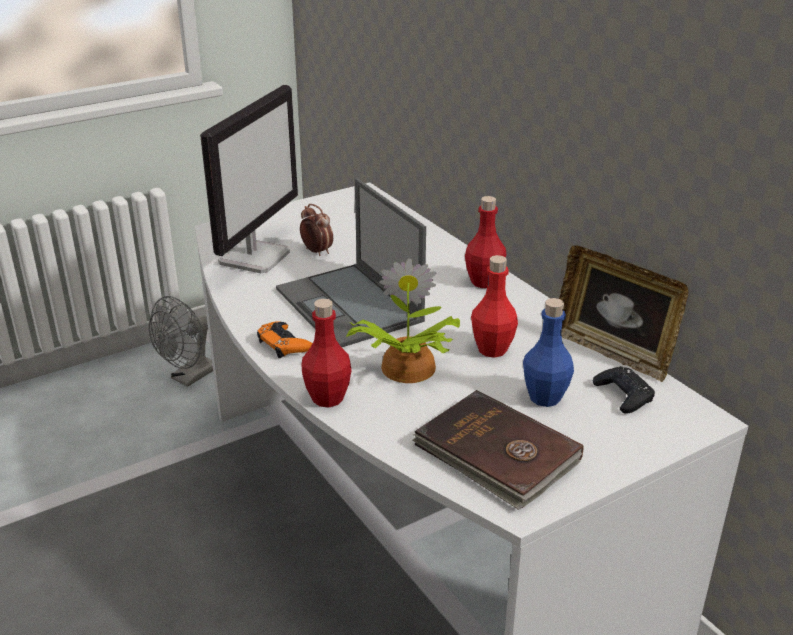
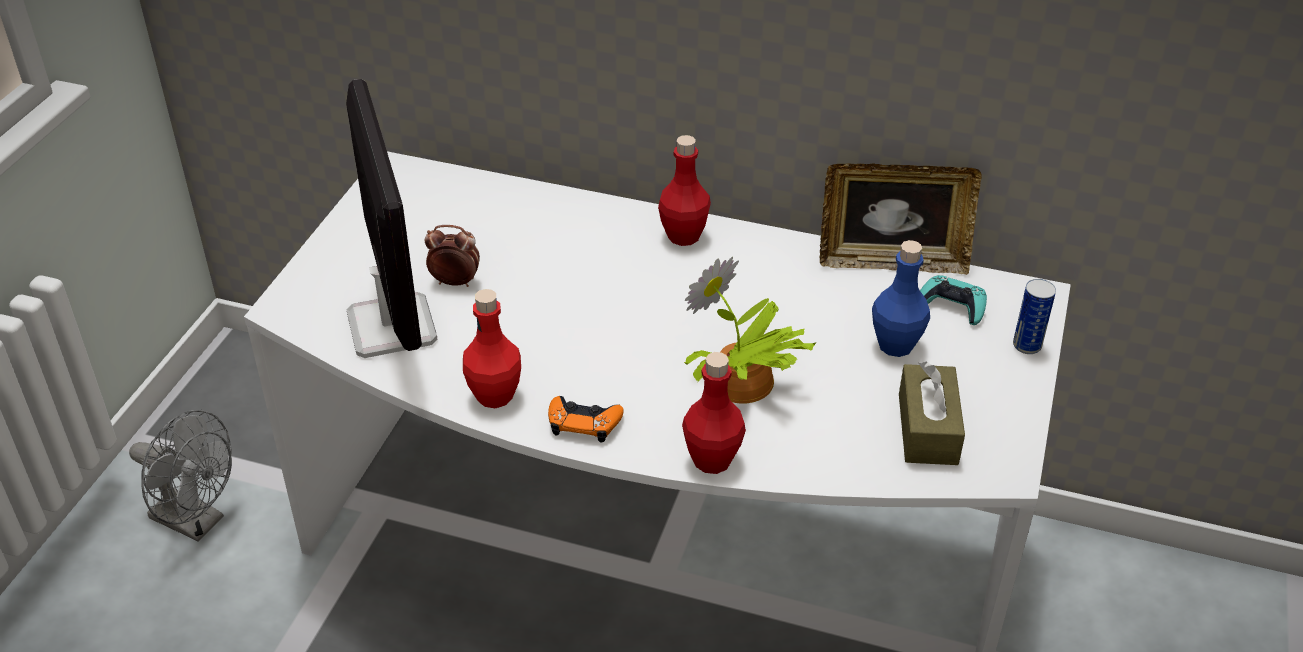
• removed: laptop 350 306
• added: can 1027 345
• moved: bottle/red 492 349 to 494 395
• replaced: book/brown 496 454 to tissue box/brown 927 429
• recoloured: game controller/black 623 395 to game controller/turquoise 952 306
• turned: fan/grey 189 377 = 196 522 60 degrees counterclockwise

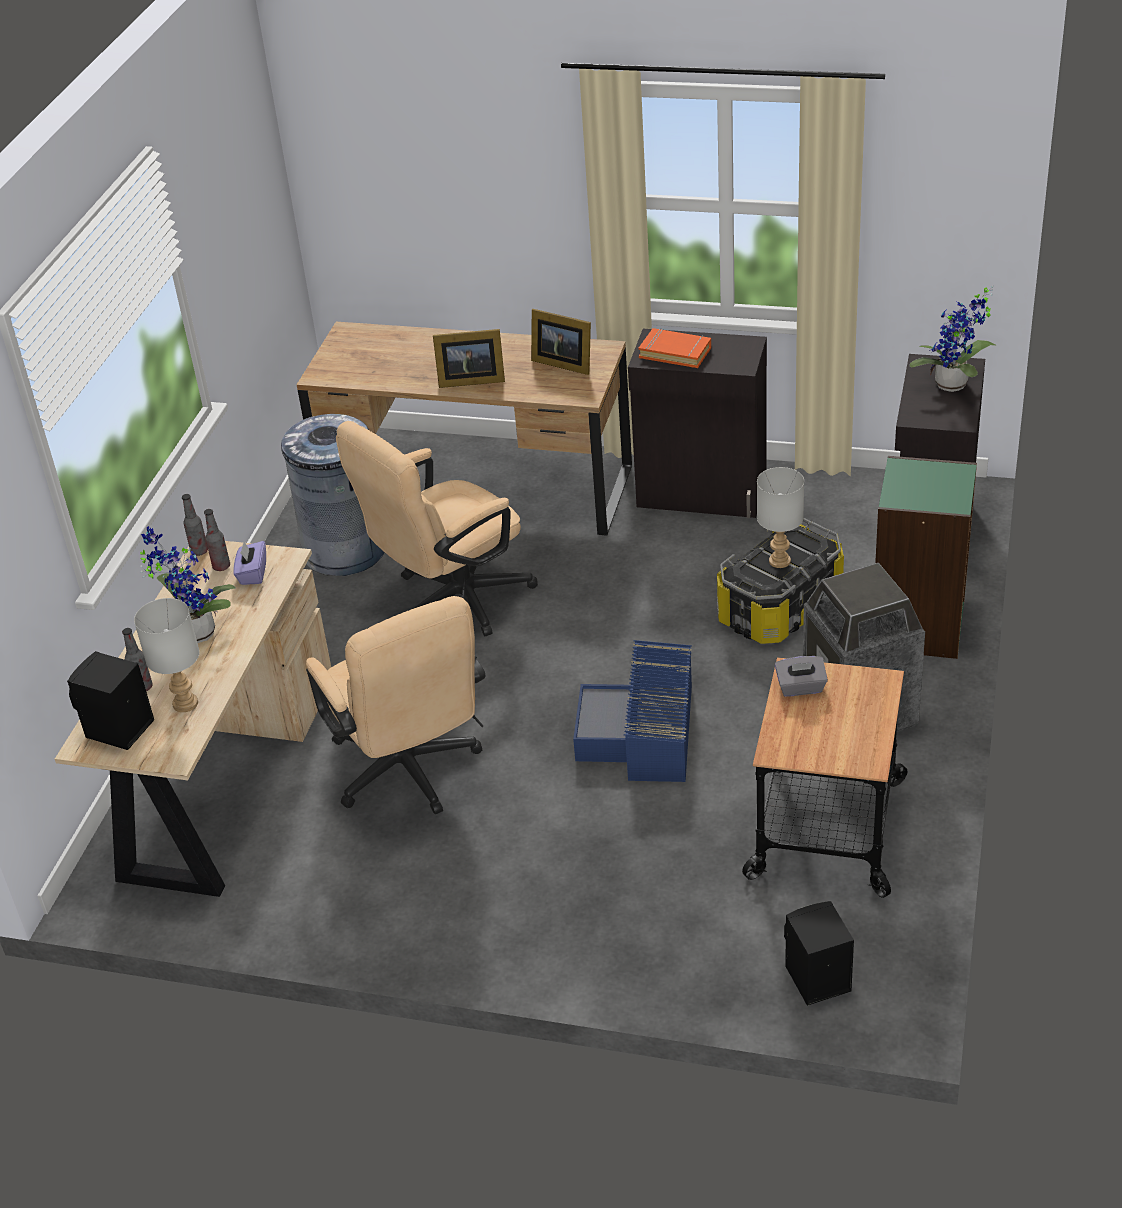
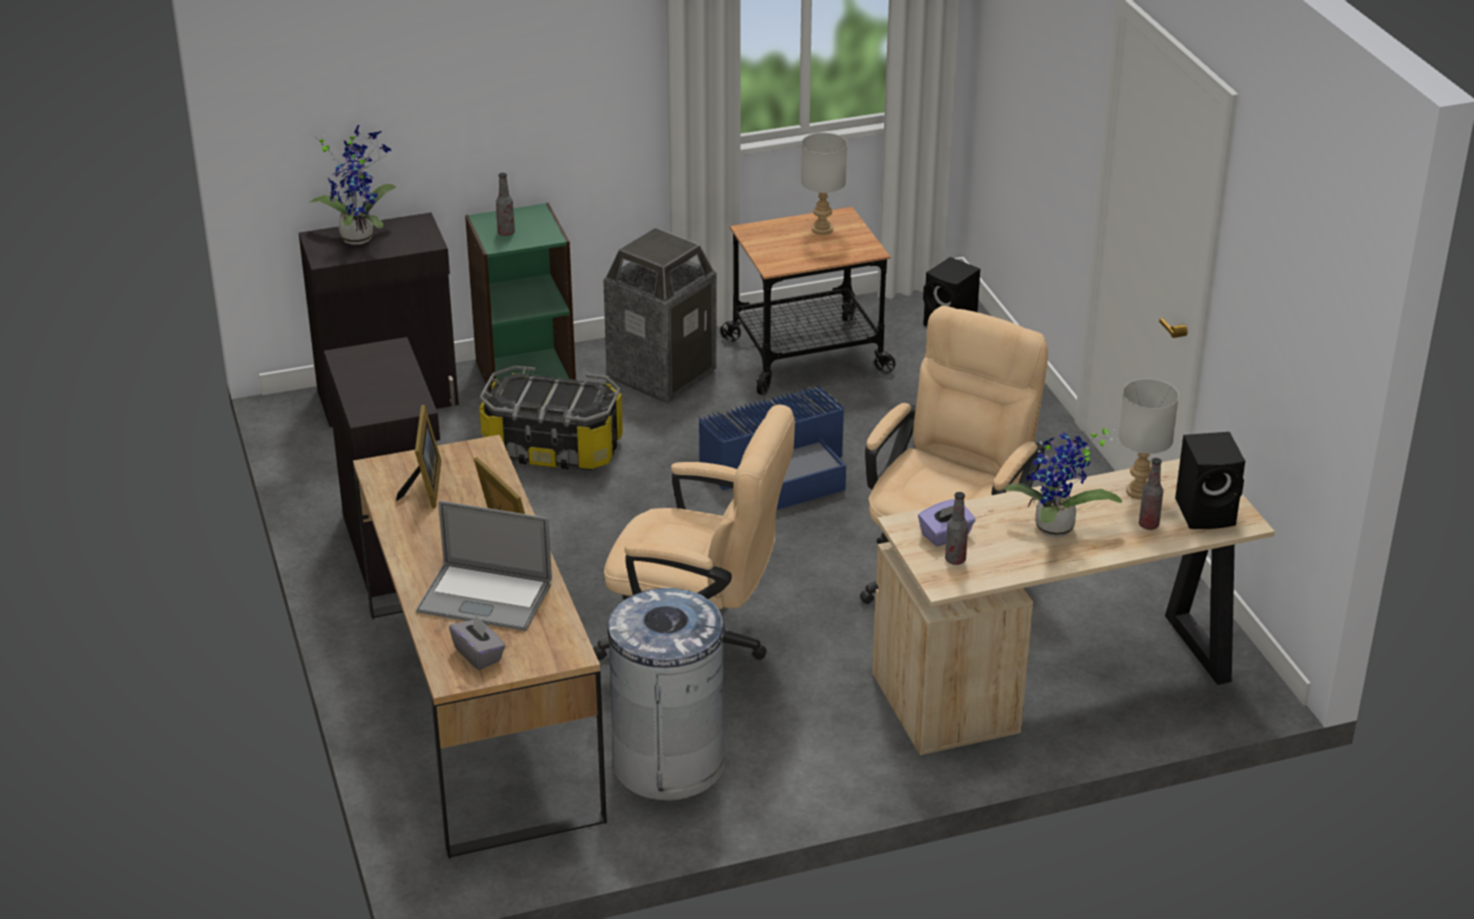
• removed: book/orange 675 352
• added: laptop 484 597
• moved: bottle 199 551 to 506 233
• moved: table lamp/grey 780 562 to 822 229
• moved: tissue box/grey 801 688 to 478 655

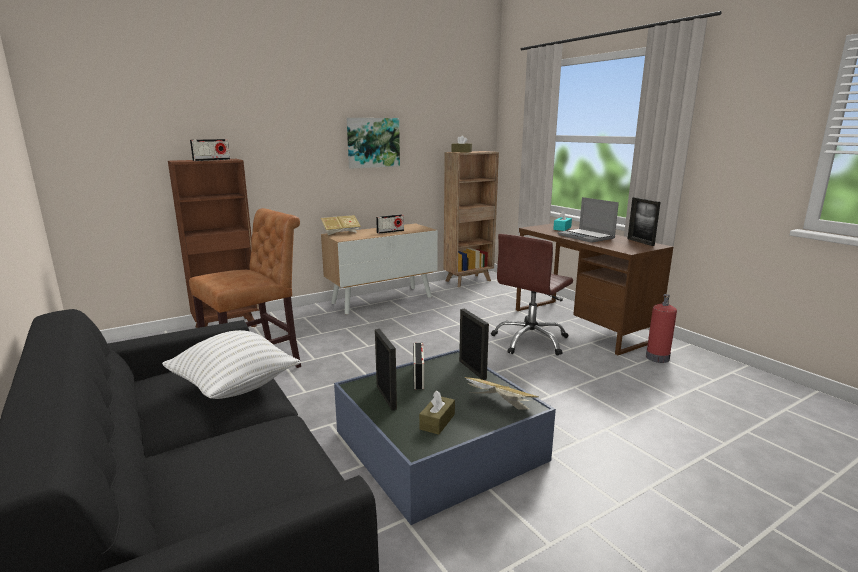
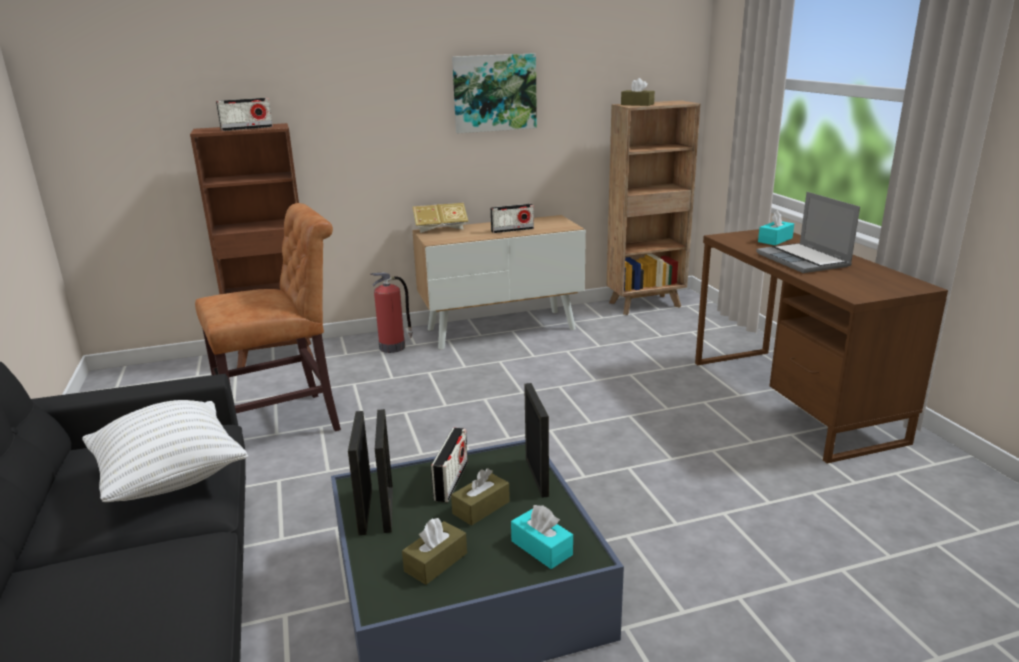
• removed: office chair/brown 530 341
• added: tissue box/brown 481 507
• moved: picture frame 640 242 to 365 511
• moved: fire extinguisher 657 357 to 393 347
• replaced: book 499 406 to tissue box/turquoise 541 548

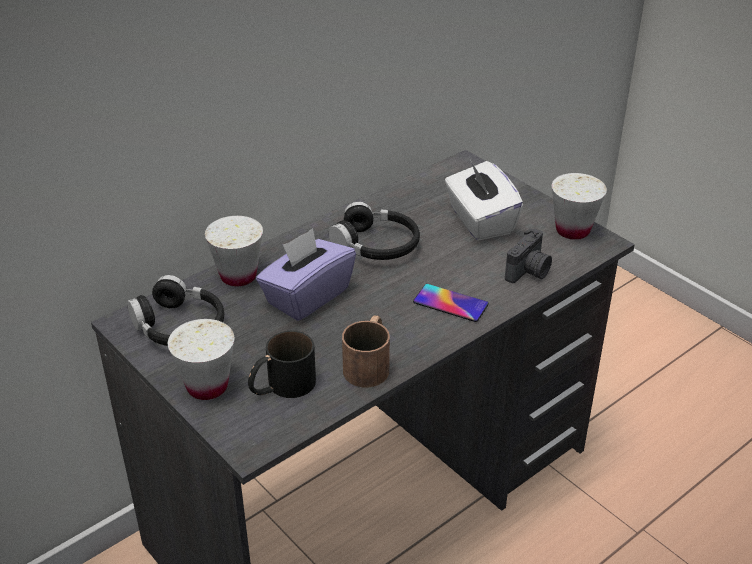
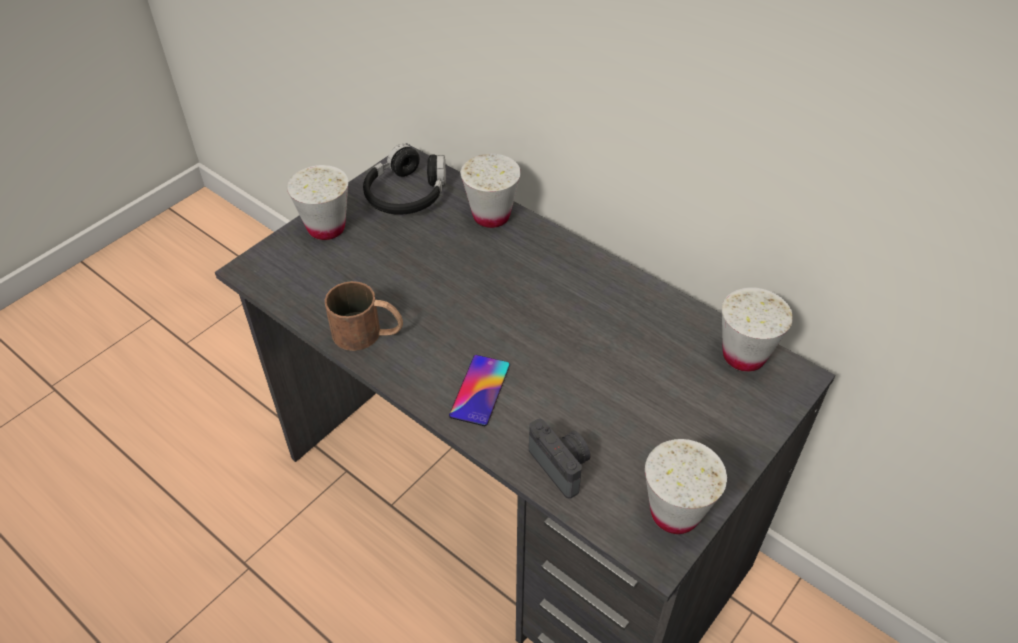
• removed: mug/black 281 386
• removed: tissue box/purple 307 296
• removed: headphones/black 376 245
• removed: tissue box/white 480 221
• added: cup/white 744 356
• turned: photo camera 529 272 = 562 465 150 degrees counterclockwise

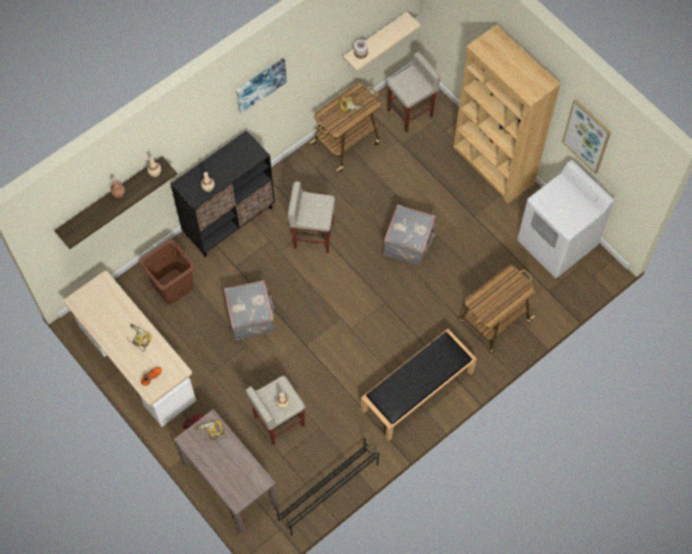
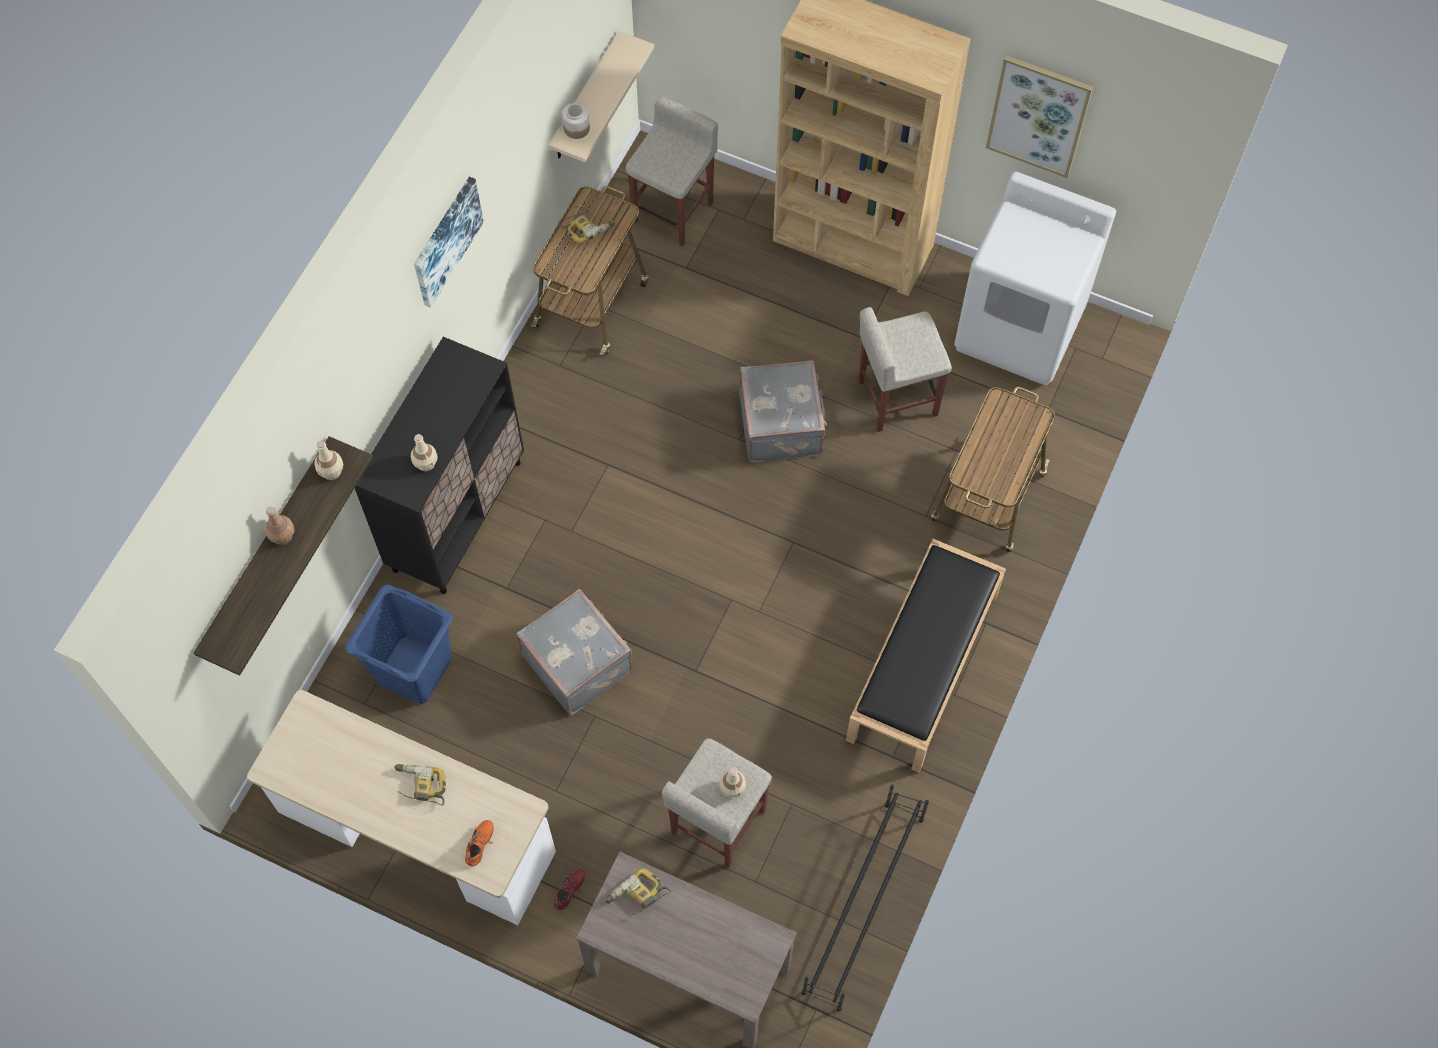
• moved: stool/beige 313 235 to 896 398
• recoloured: laundry basket/brown 173 286 to laundry basket/blue 414 669

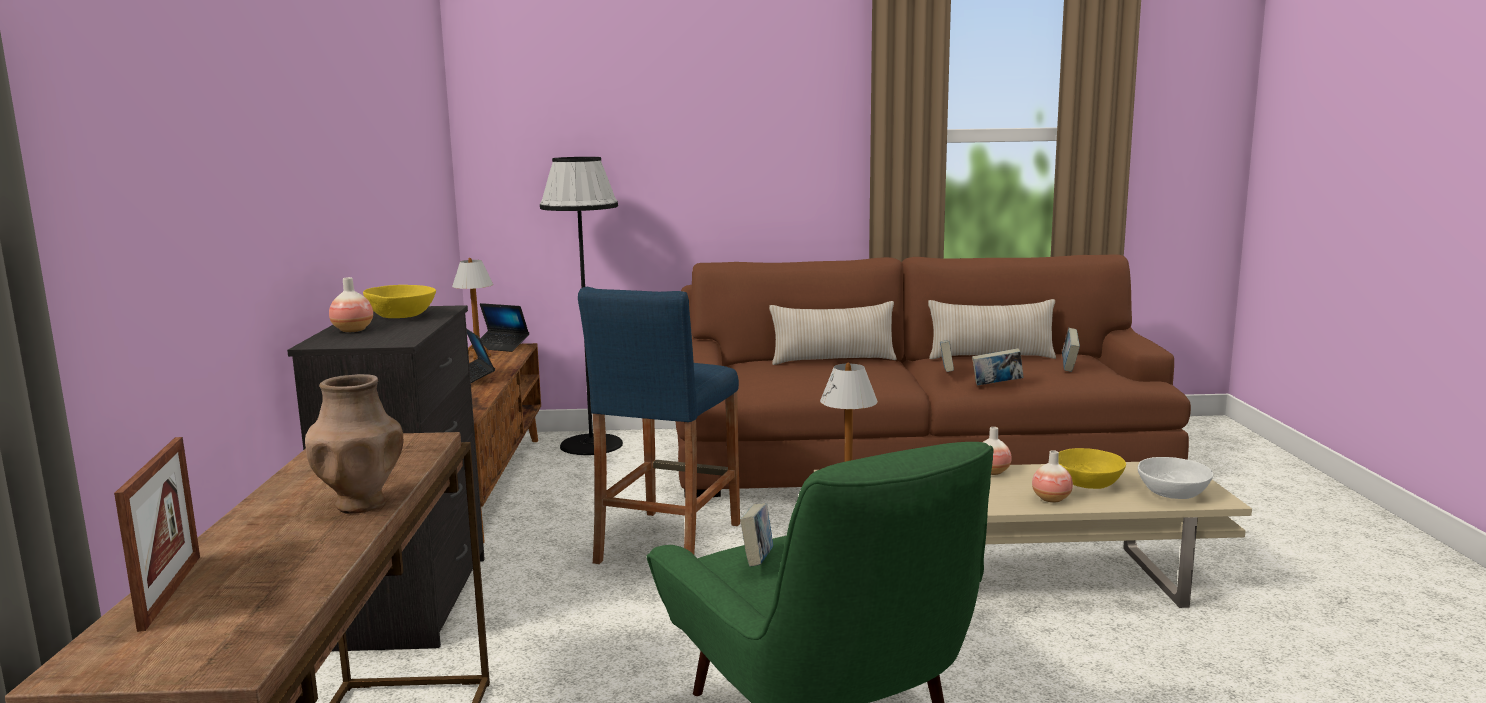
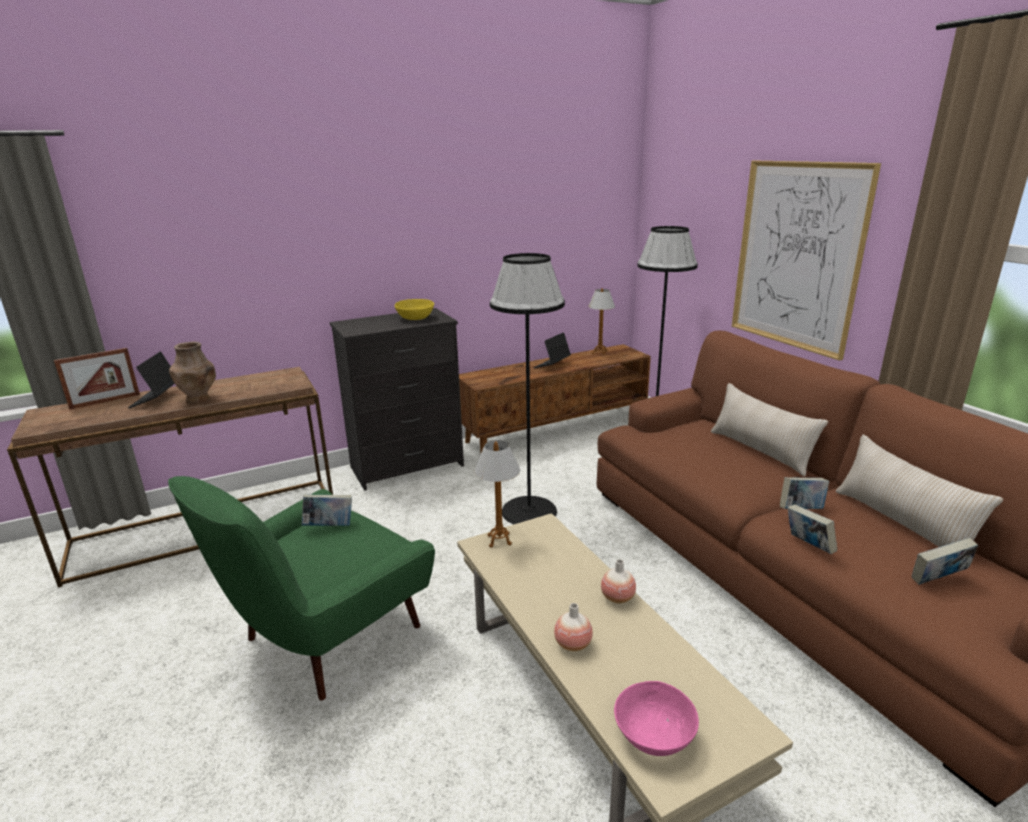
• removed: vase 353 330
• removed: bowl/yellow 1089 484
• added: picture 797 256
• moved: laptop 501 346 to 155 398
• replaced: stool/blue 668 542 to floor lamp/black 528 511
• recoloured: bowl/white 1173 494 to bowl/pink 654 736

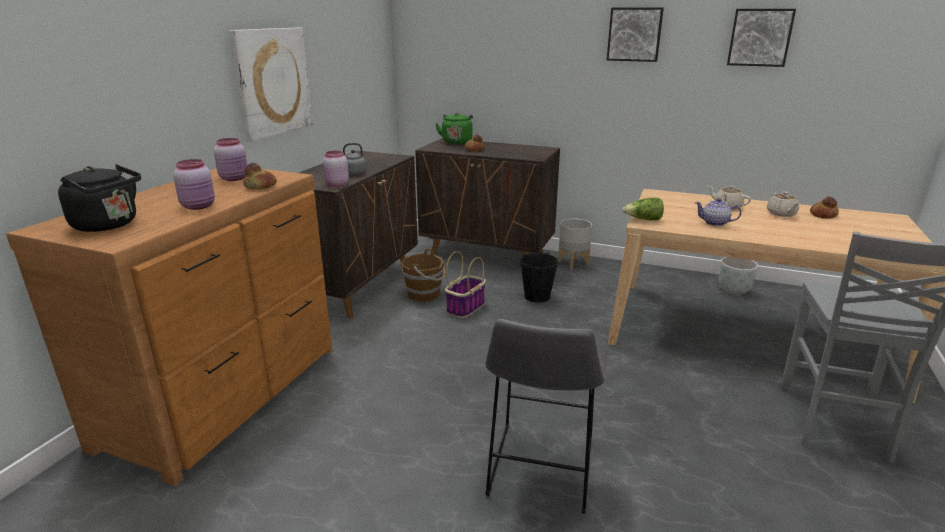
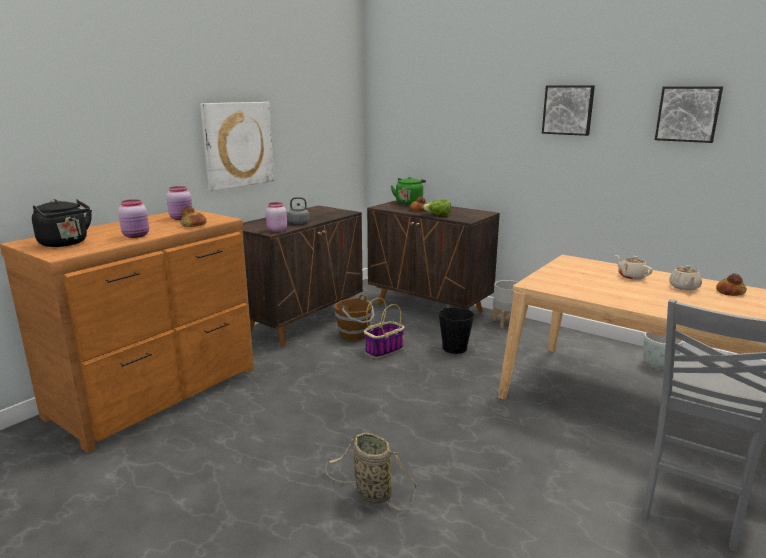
• removed: teapot 715 223
• moved: lettuce 643 220 to 438 215
• replaced: stool/grey 539 471 to basket 370 493

